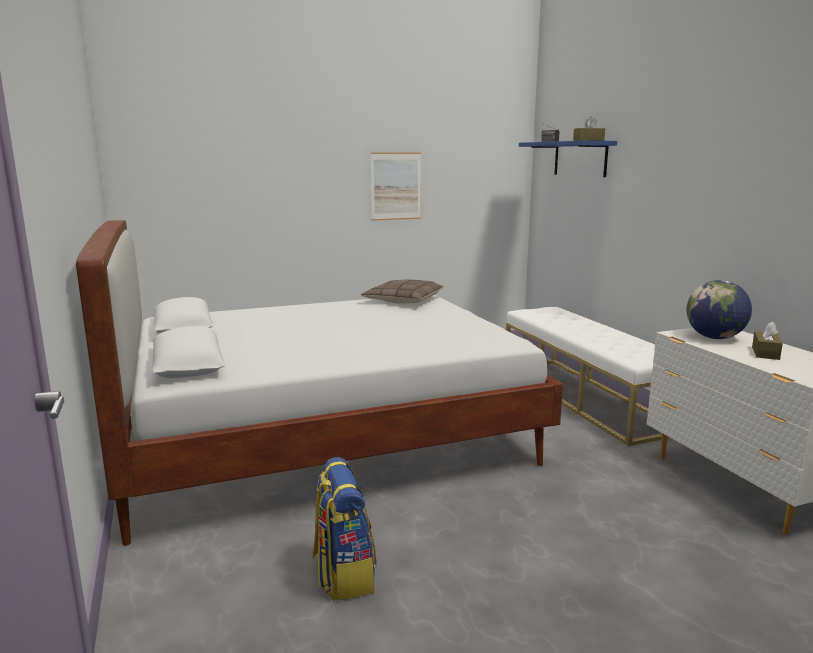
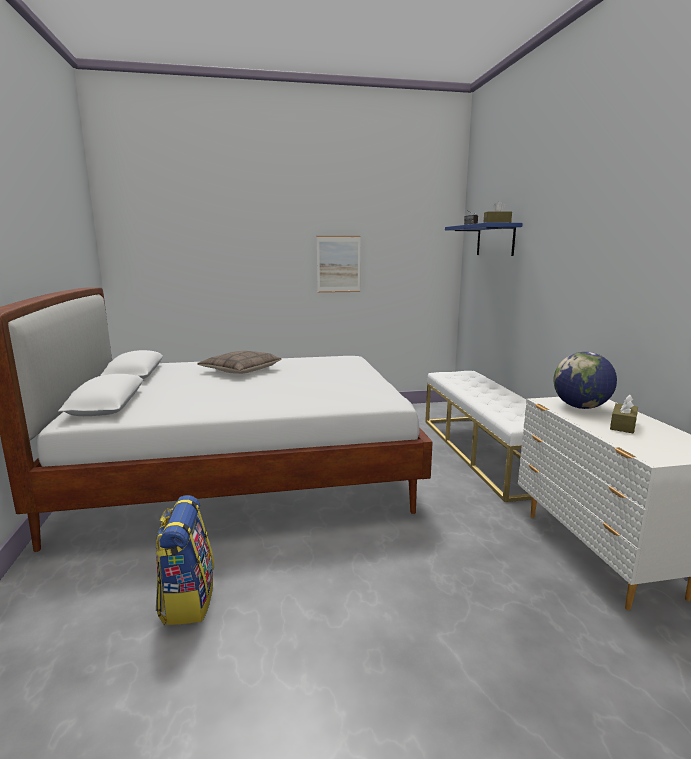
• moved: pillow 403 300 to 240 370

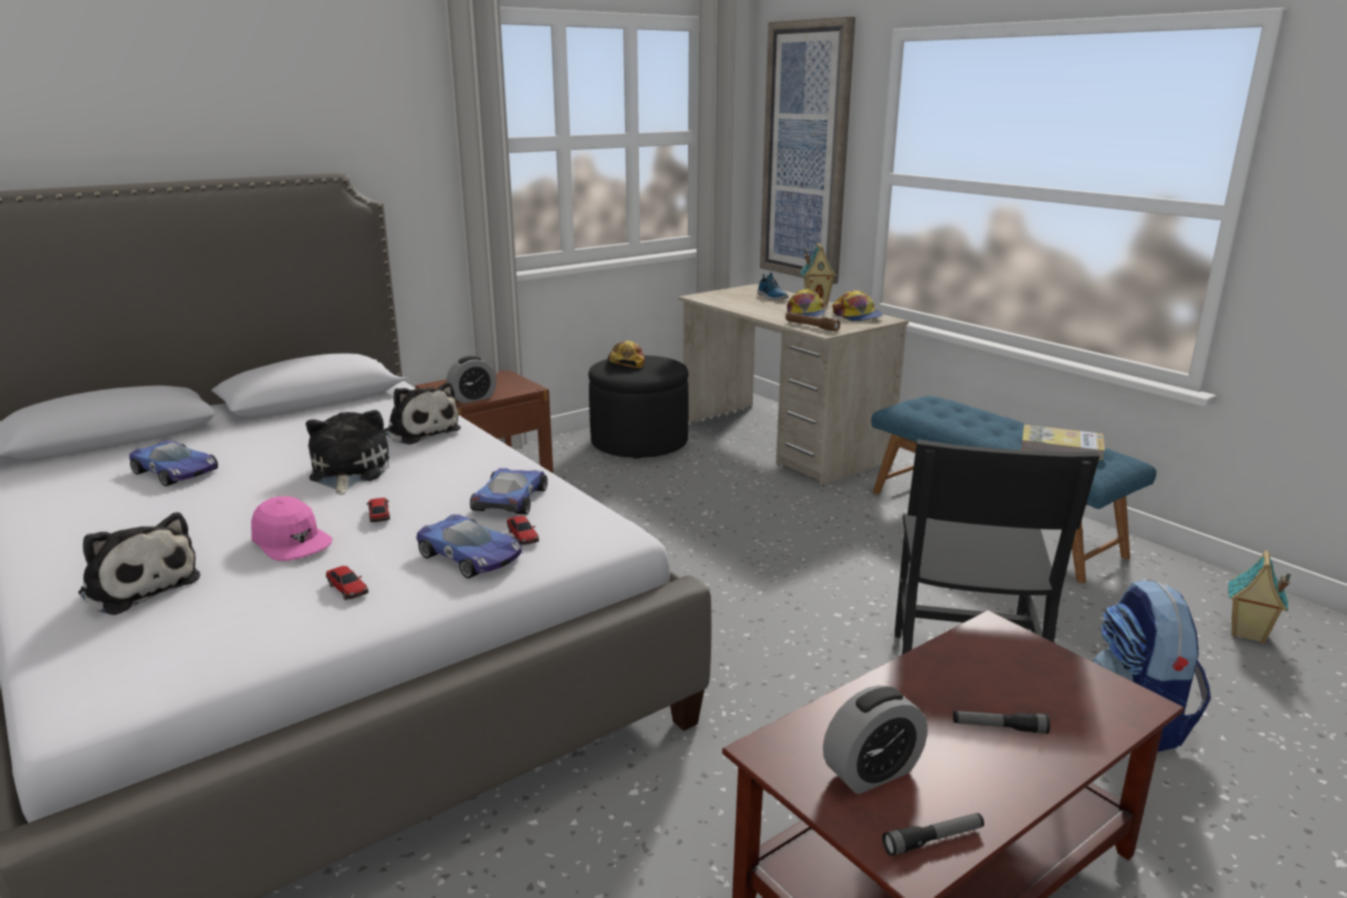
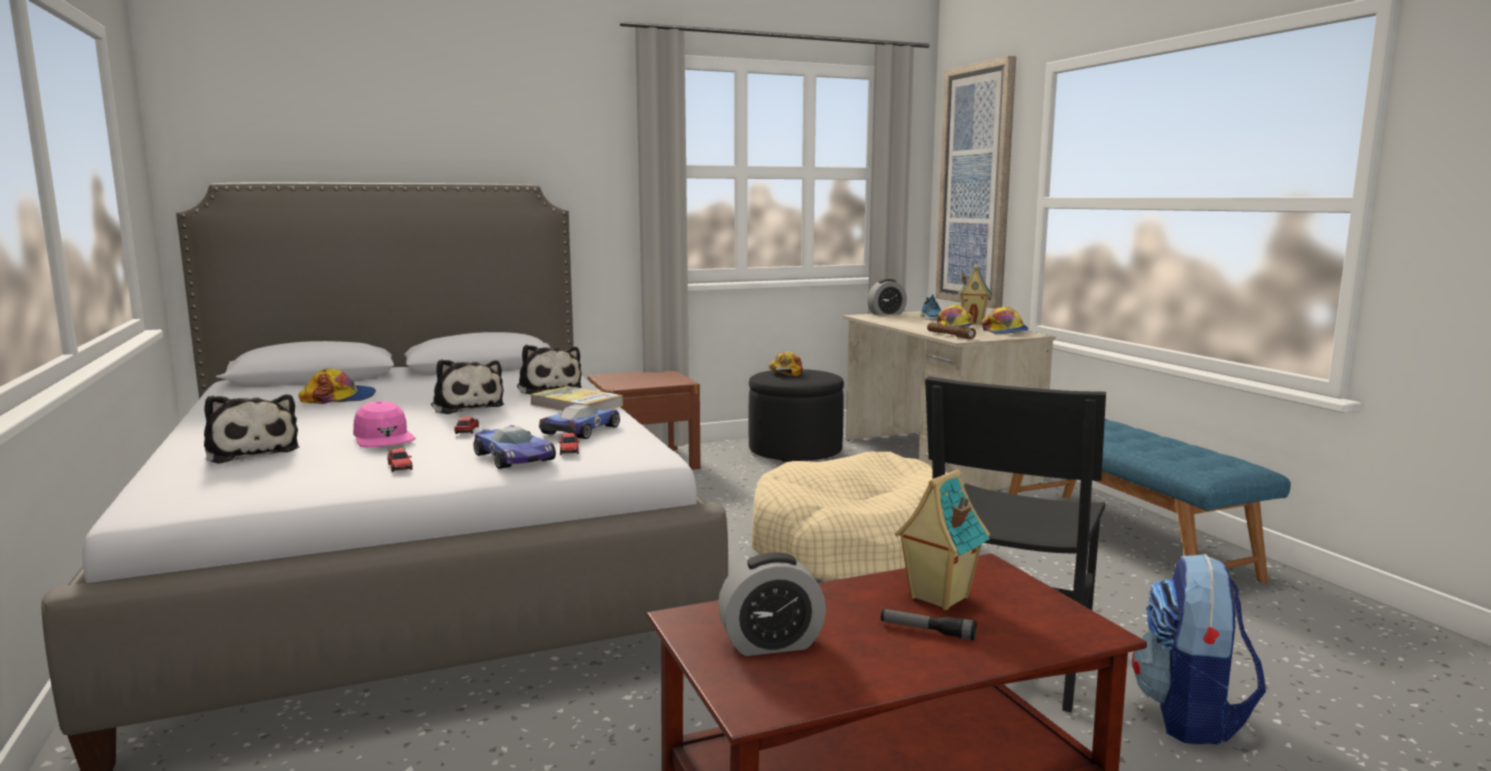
• removed: flashlight 933 840
• added: dog bed/beige 853 546
• moved: alarm clock 473 398 to 886 314
• moved: book 1061 446 to 576 405
• moved: toy house 1247 633 to 937 598
• replaced: toy car 176 472 to cap 339 398
• turned: plush toy 348 472 = 466 407 135 degrees clockwise

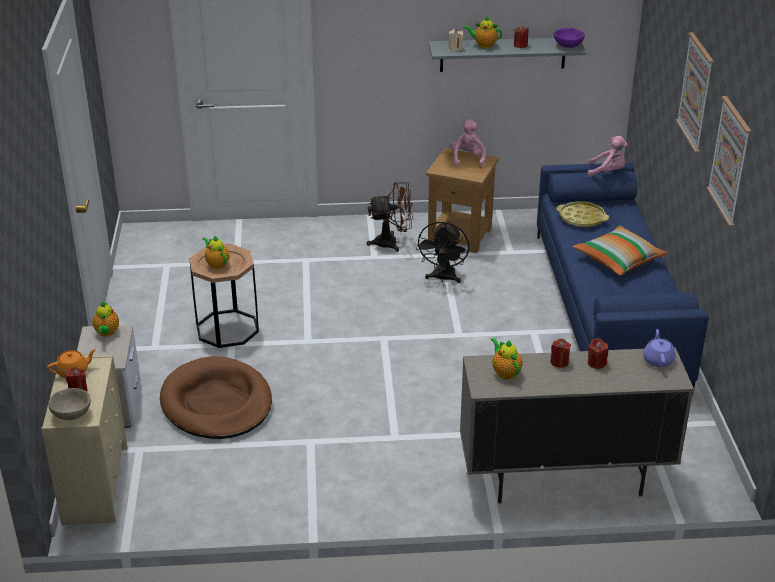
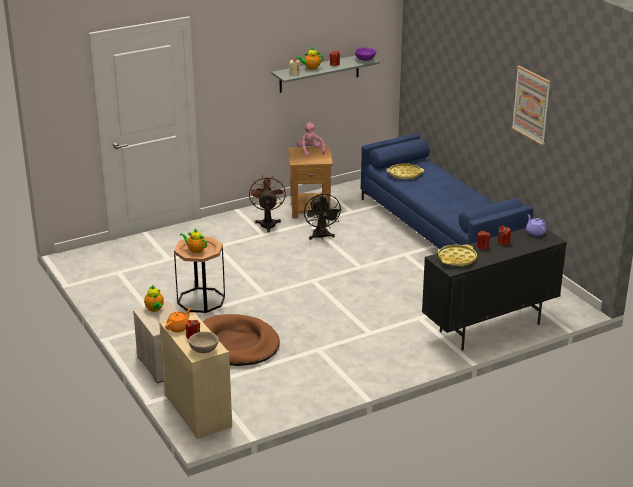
• removed: pillow 618 260
• removed: plush toy/pink 607 172
• removed: picture 696 92
• replaced: teapot 505 372 to tray/yellow 457 259
• recoloured: cabinet/beige 564 480 to cabinet/black 489 328
• turned: fan/brown 392 242 = 268 223 60 degrees counterclockwise

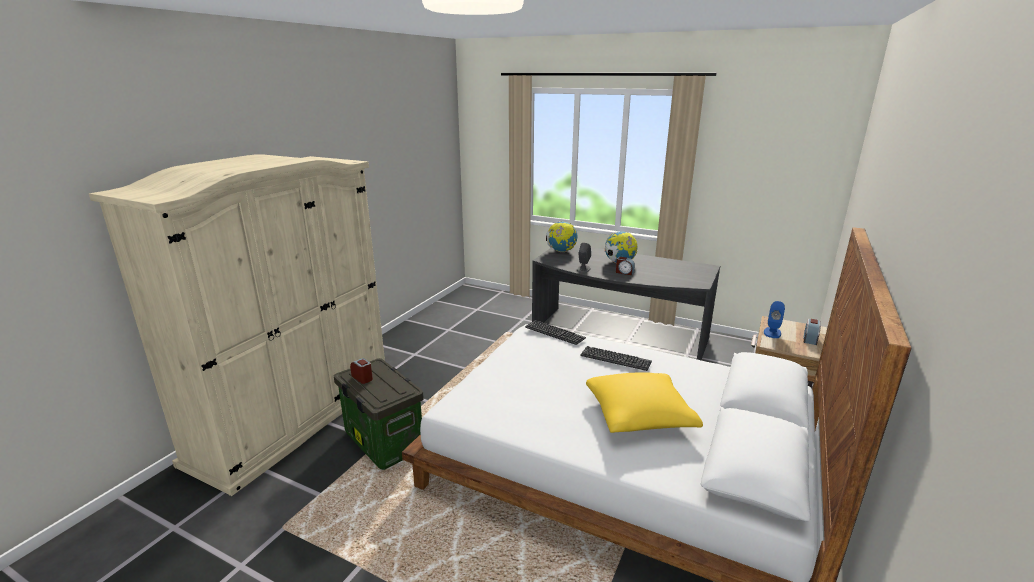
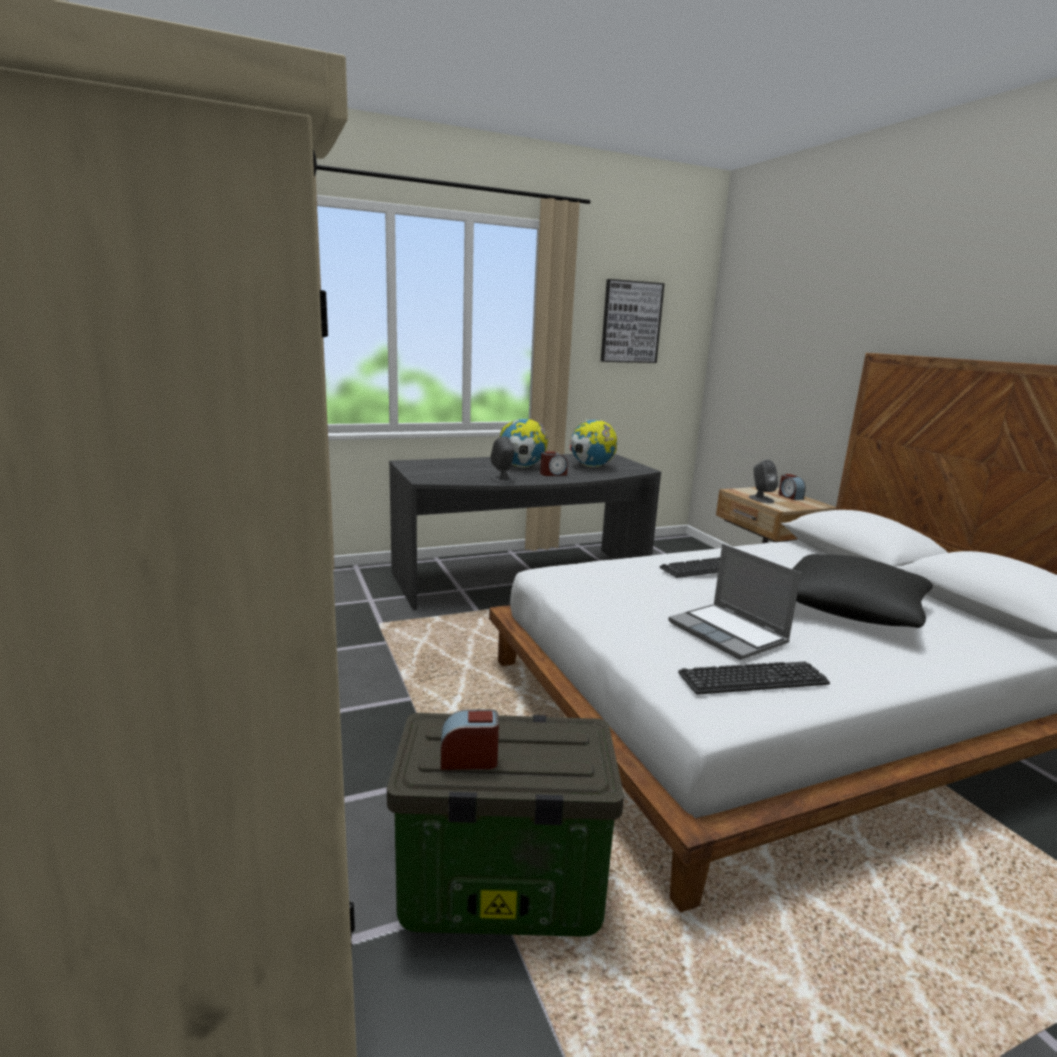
• added: picture 631 322
• added: laptop 729 633
• moved: keyboard 554 333 to 753 679
• moved: globe 561 251 to 591 467
• recoloured: pillow/yellow 639 415 to pillow/black 851 610
• recoloured: speaker/blue 772 333 to speaker/grey 761 499

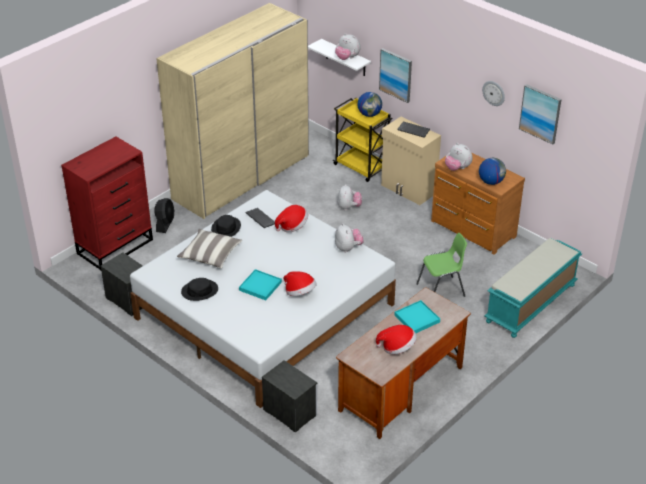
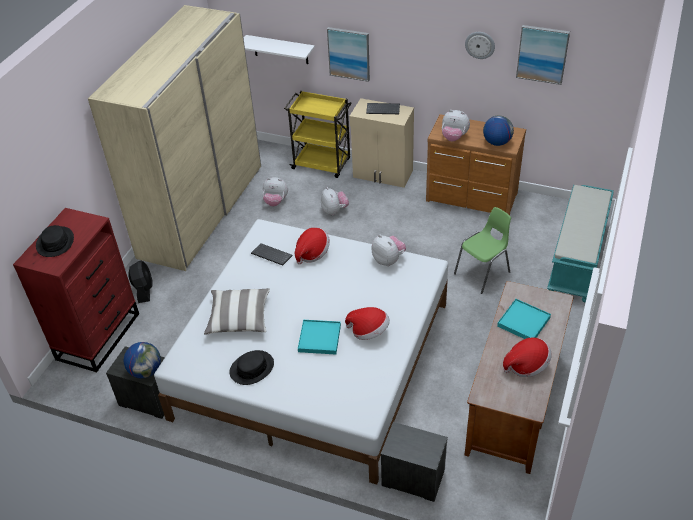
• moved: hat/black 226 228 to 55 242
• moved: plush toy 347 58 to 275 202
• moved: globe 369 114 to 146 371

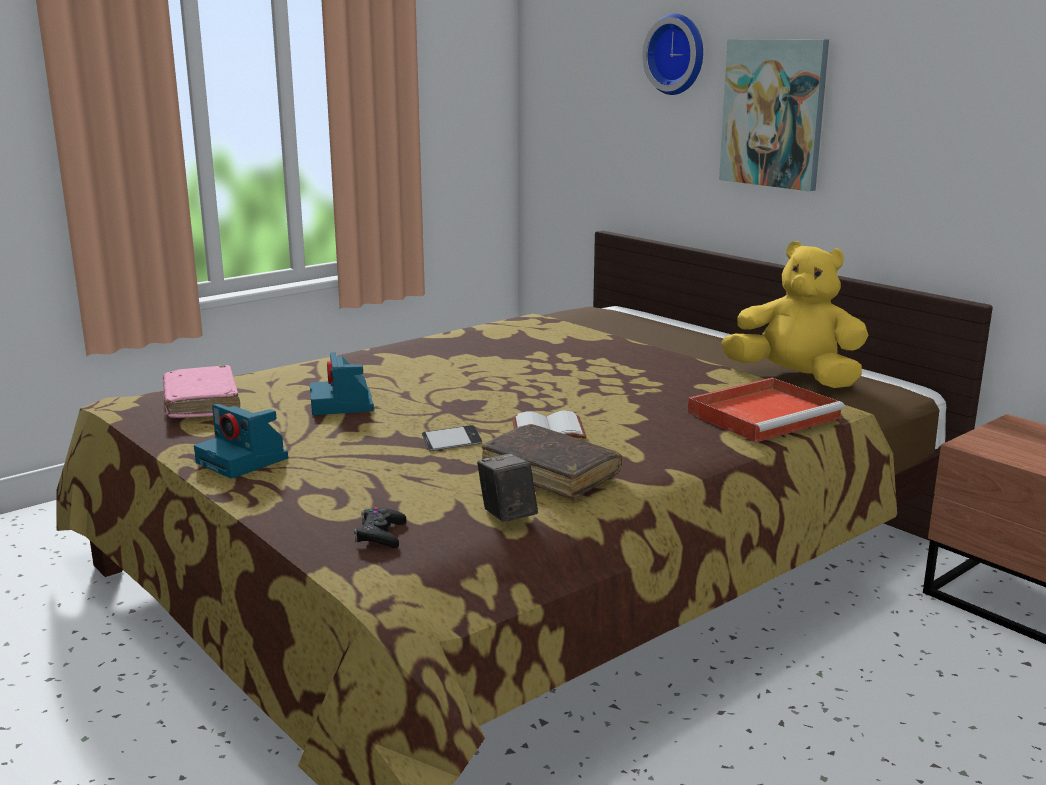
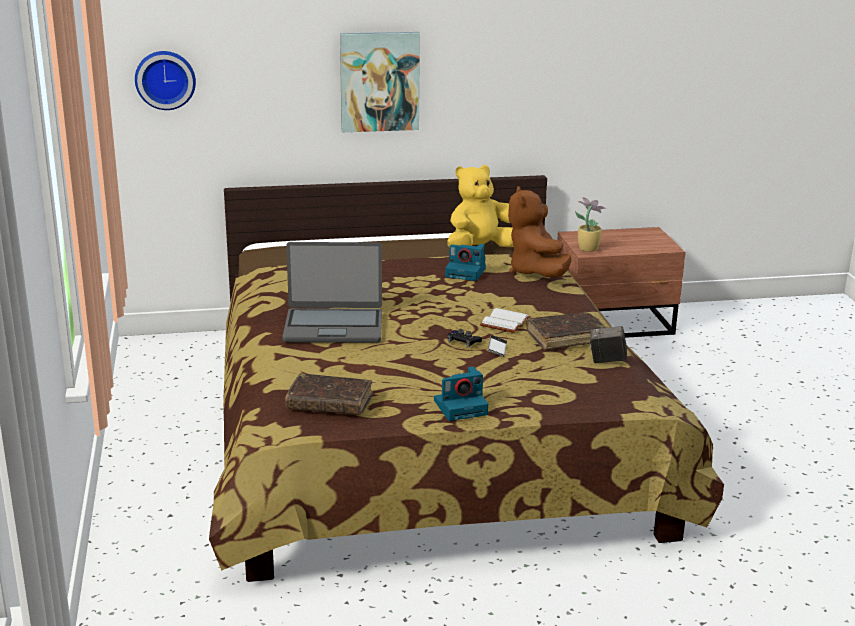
• added: laptop 333 327
• added: potted plant 587 248
• moved: photo camera 342 405 to 466 272
• moved: game controller/black 380 535 to 463 342
• moved: wall clock 677 54 to 165 79
• replaced: tray/red 765 414 to plush toy/brown 536 272
• recoloured: book/pink 201 403 to book/brown 329 403

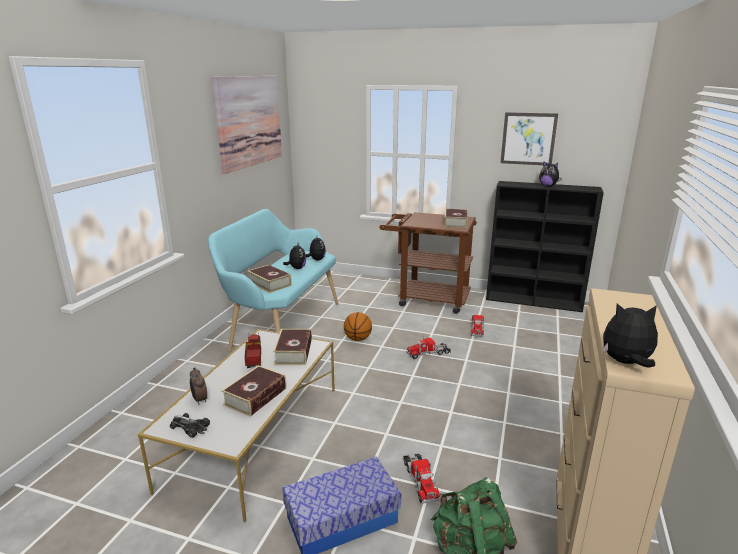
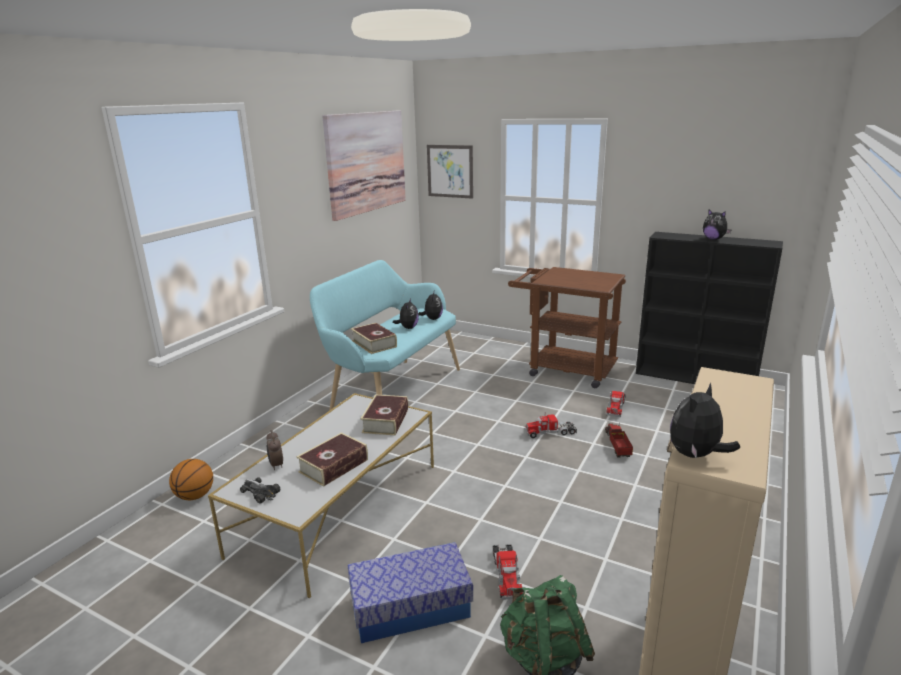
• removed: book 455 223
• moved: toy truck 254 356 to 617 445
• moved: basketball 358 339 to 195 496
• moved: picture 528 139 to 450 171
• turned: plush toy 626 363 = 696 455 60 degrees counterclockwise

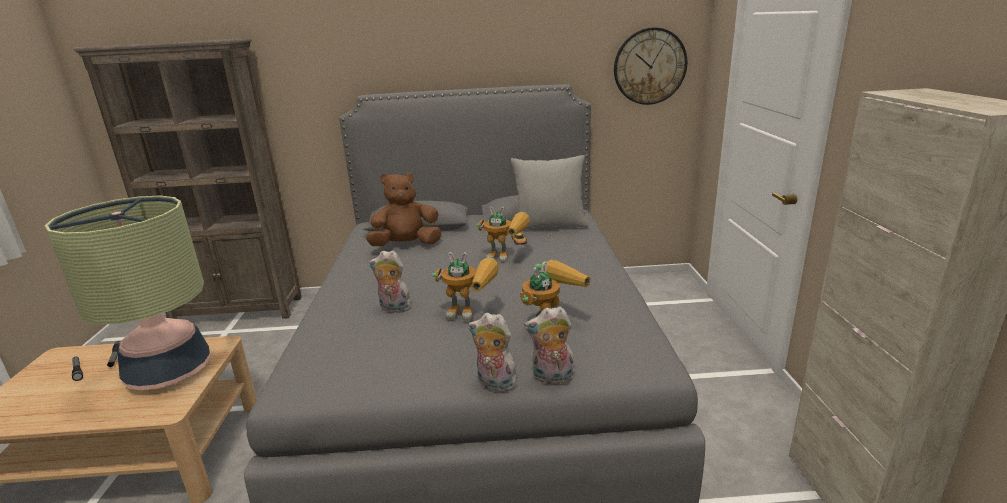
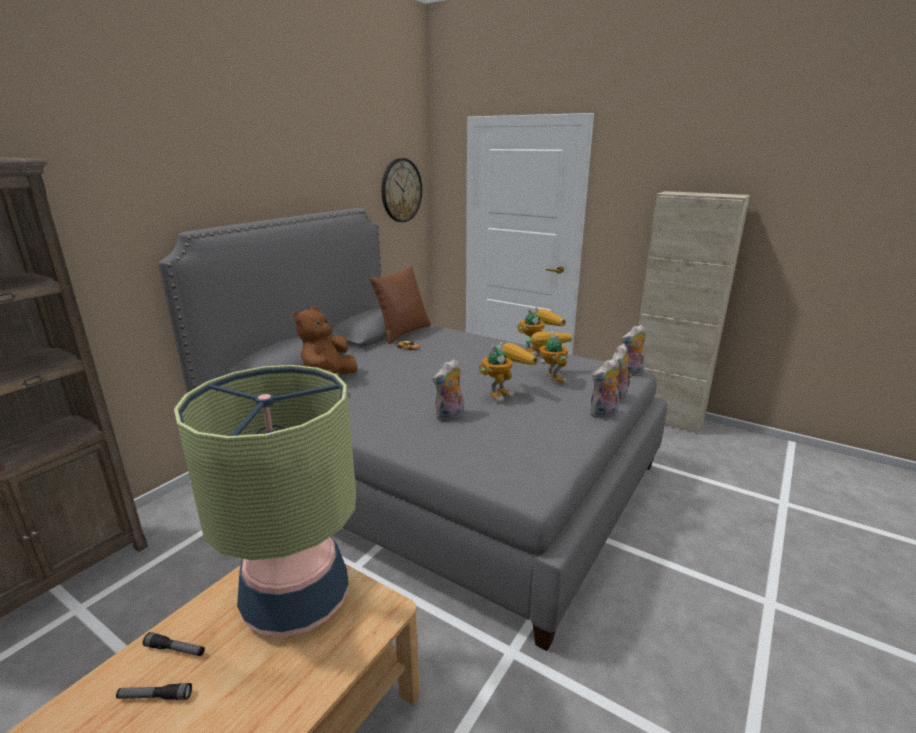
• added: plush toy 631 373
• moved: toy robot 507 257 to 537 350
• recoloured: pillow/grey 550 226 to pillow/brown 403 333

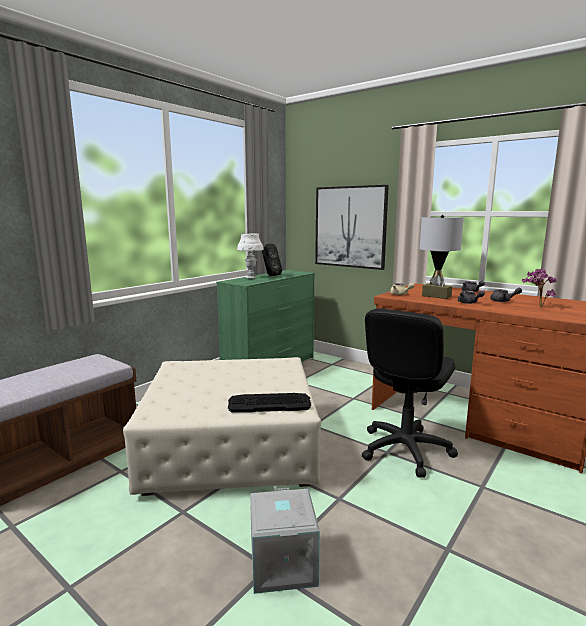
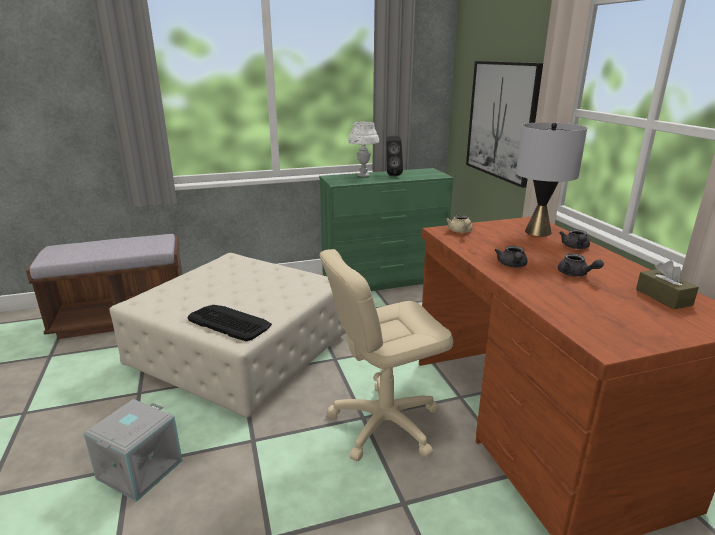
• removed: potted plant 537 306
• moved: tissue box/brown 436 296 to 663 297
• recoloured: office chair/black 405 449 to office chair/beige 384 423

